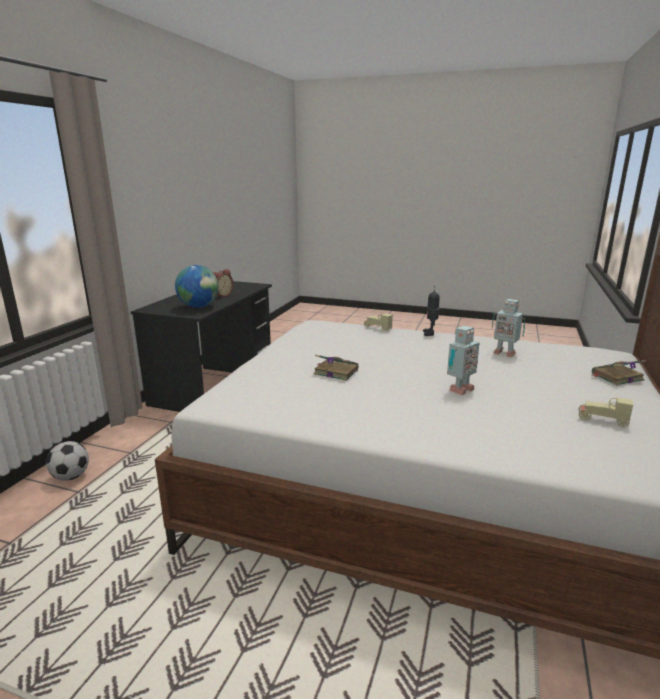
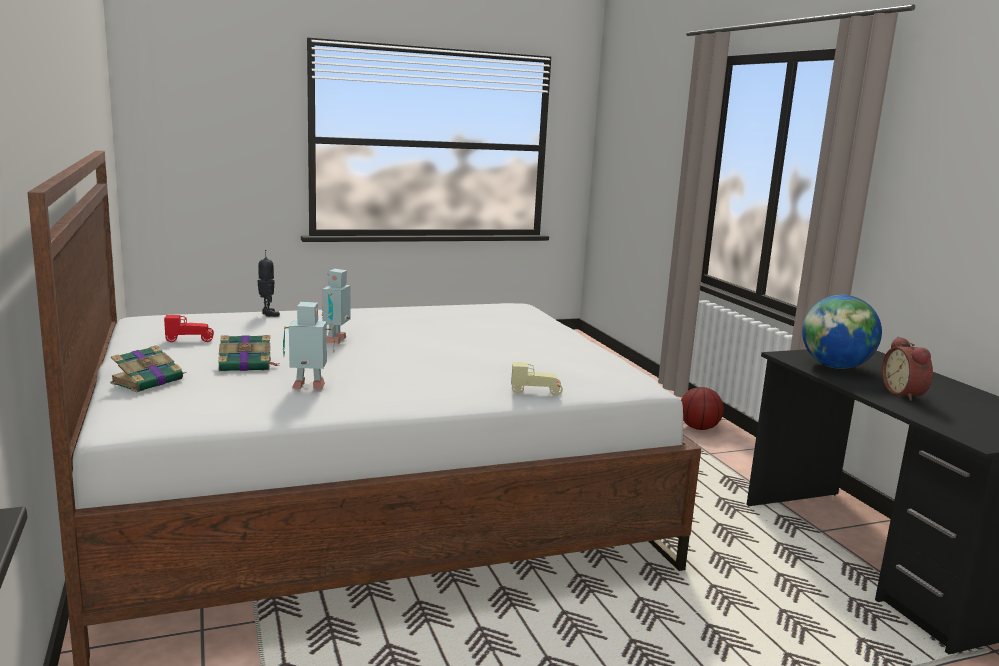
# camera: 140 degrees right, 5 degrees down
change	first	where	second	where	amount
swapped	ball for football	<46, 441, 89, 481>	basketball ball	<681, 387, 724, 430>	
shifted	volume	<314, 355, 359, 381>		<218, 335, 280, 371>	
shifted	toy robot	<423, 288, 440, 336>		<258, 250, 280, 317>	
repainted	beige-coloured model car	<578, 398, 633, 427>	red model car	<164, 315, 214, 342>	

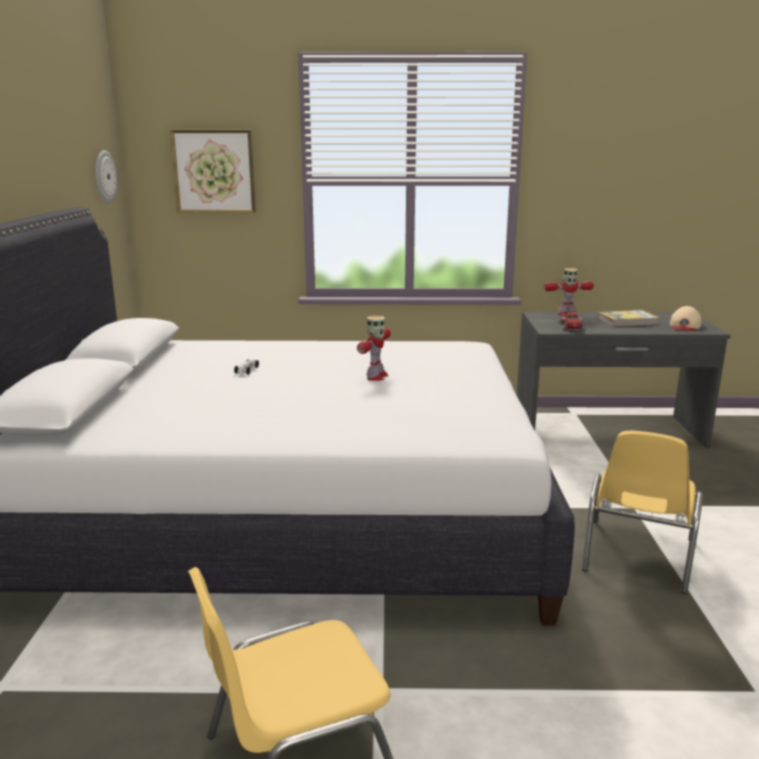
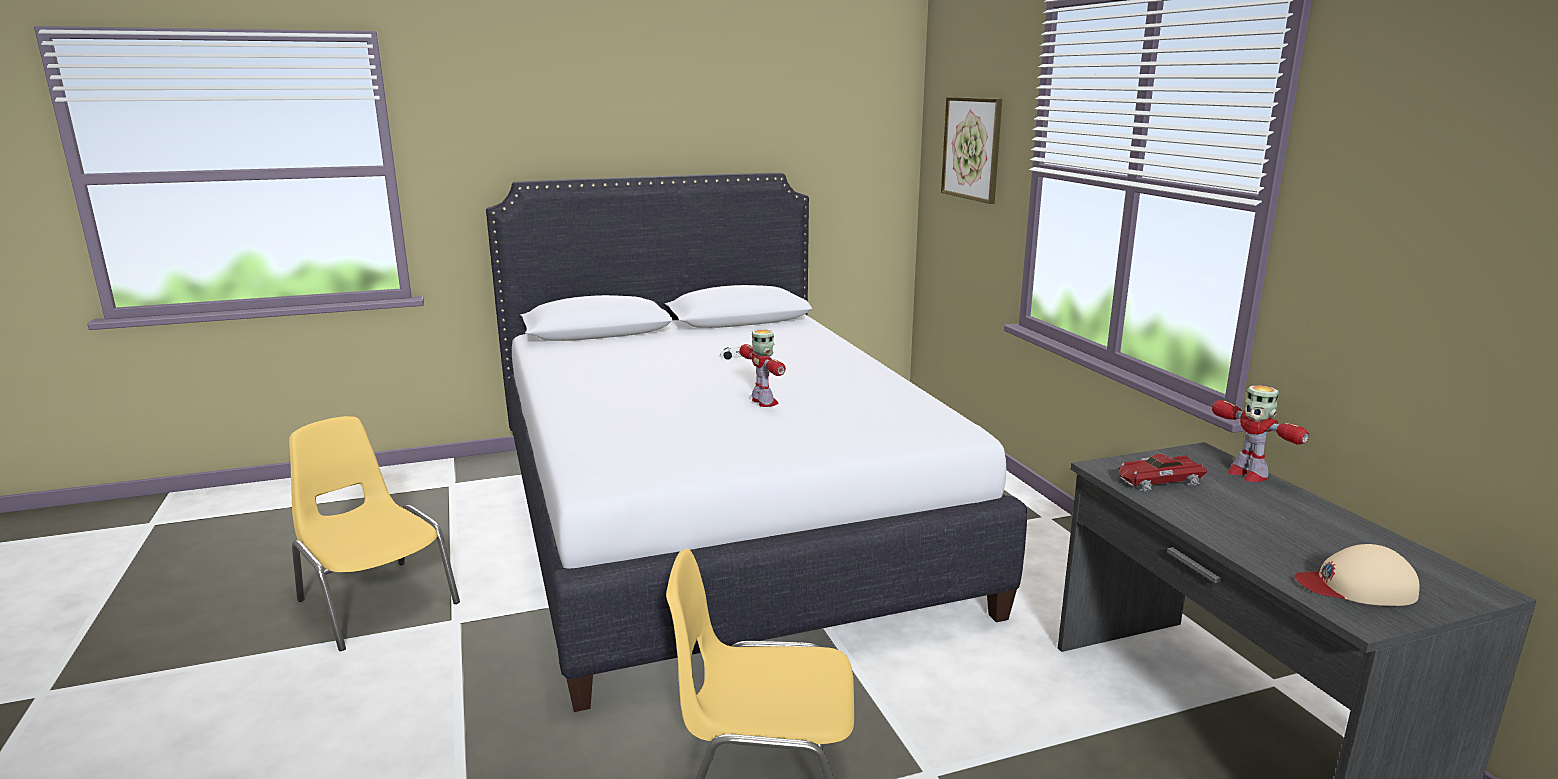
# camera: 70 degrees right, 0 degrees up
change	first	where	second	where	amount
gone	hanging clock	<96, 150, 117, 203>			
rotated	toy robot	<357, 316, 391, 381>		<739, 330, 786, 407>	120 degrees counterclockwise
gone	volume	<598, 310, 660, 326>			

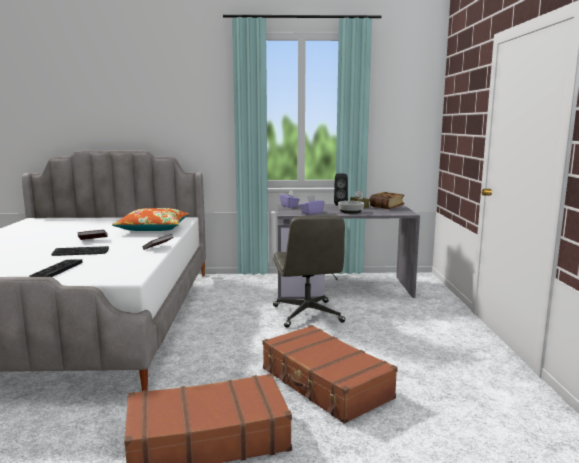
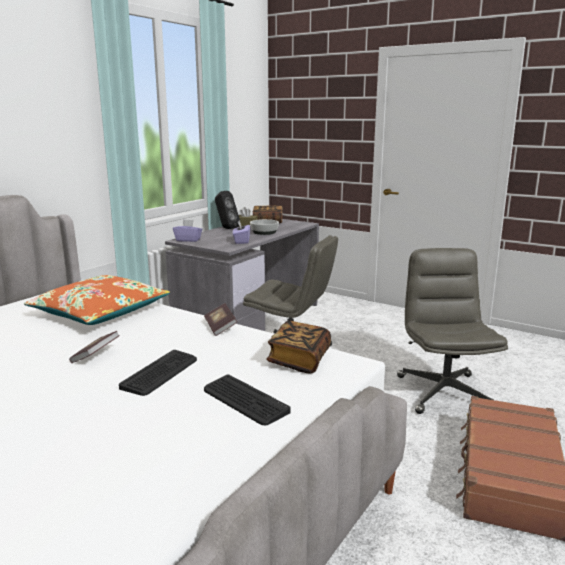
# camera: 55 degrees left, 5 degrees up
change	first	where	second	where	amount
swapped	brownish travel case	<262, 325, 398, 424>	grey computer chair	<397, 248, 508, 414>	
new			volume	<267, 321, 331, 374>	

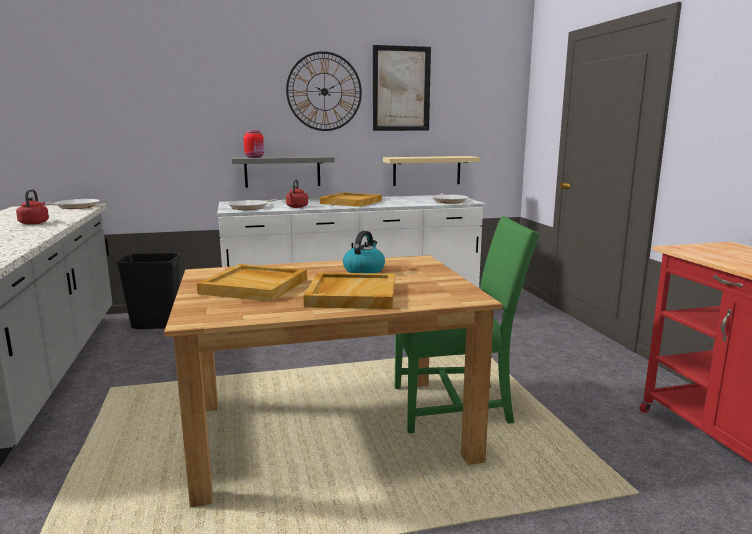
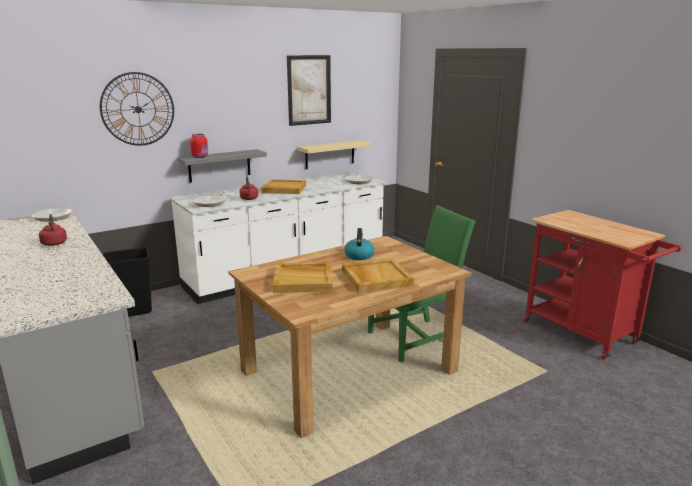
# camera: 20 degrees left, 5 degrees up
change	first	where	second	where	amount
shifted	hanging clock	<286, 51, 362, 131>		<100, 72, 174, 146>	

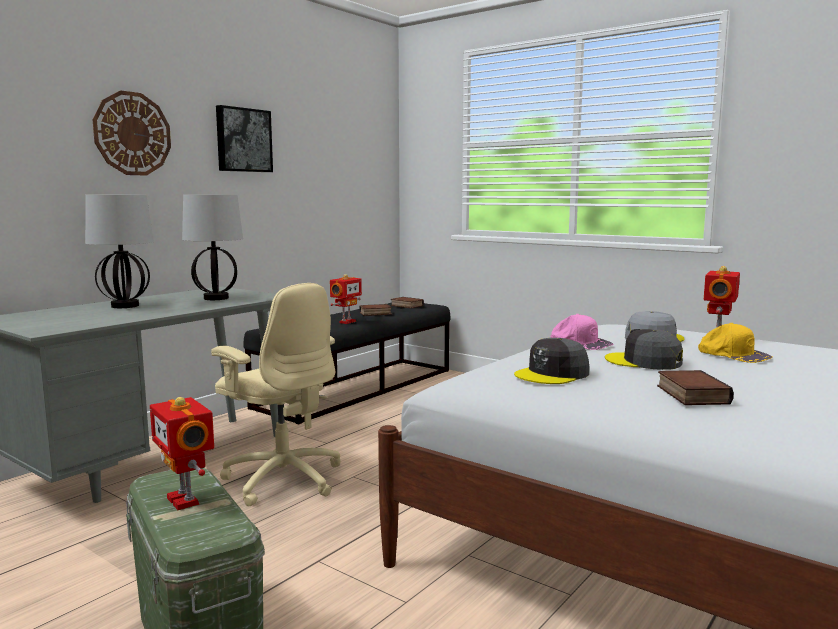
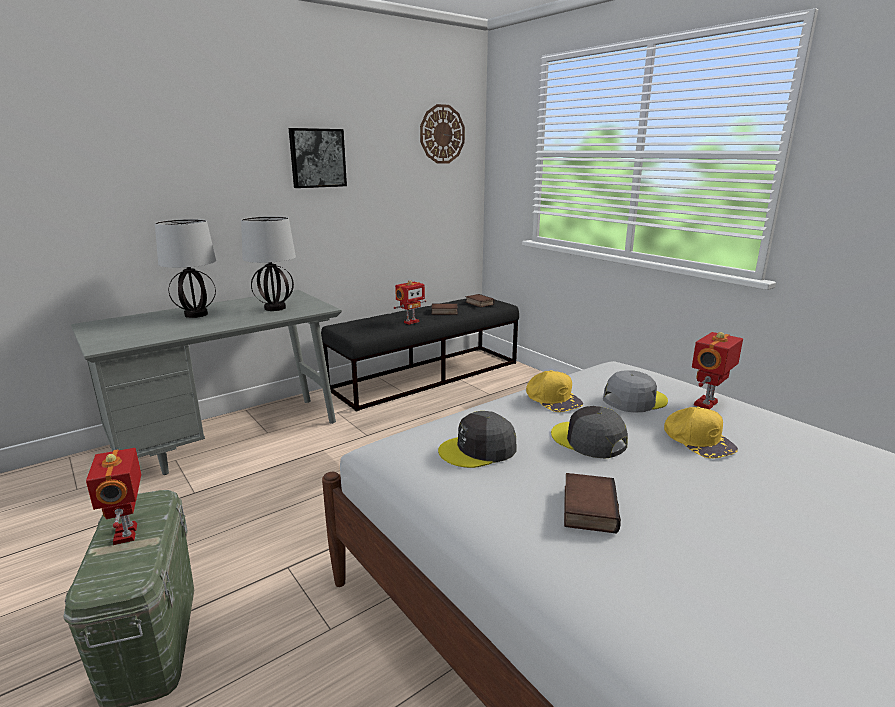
# camera: 15 degrees right, 10 degrees up
change	first	where	second	where	amount
shifted	hanging clock	<93, 90, 171, 175>		<420, 104, 465, 164>	
gone	beige-coloured computer chair	<211, 283, 341, 506>			
repainted	pink-coloured peaked cap	<550, 314, 613, 350>	yellowish peaked cap	<526, 370, 583, 412>	

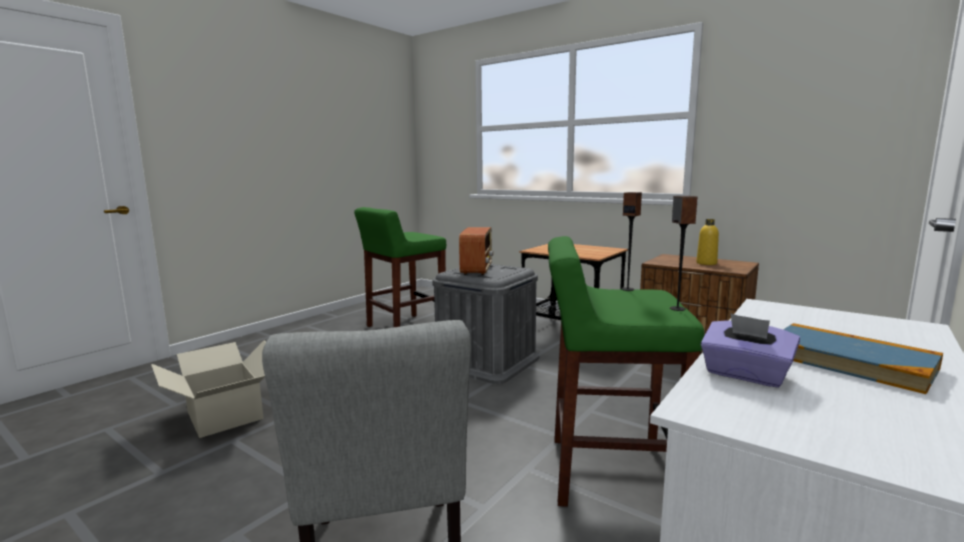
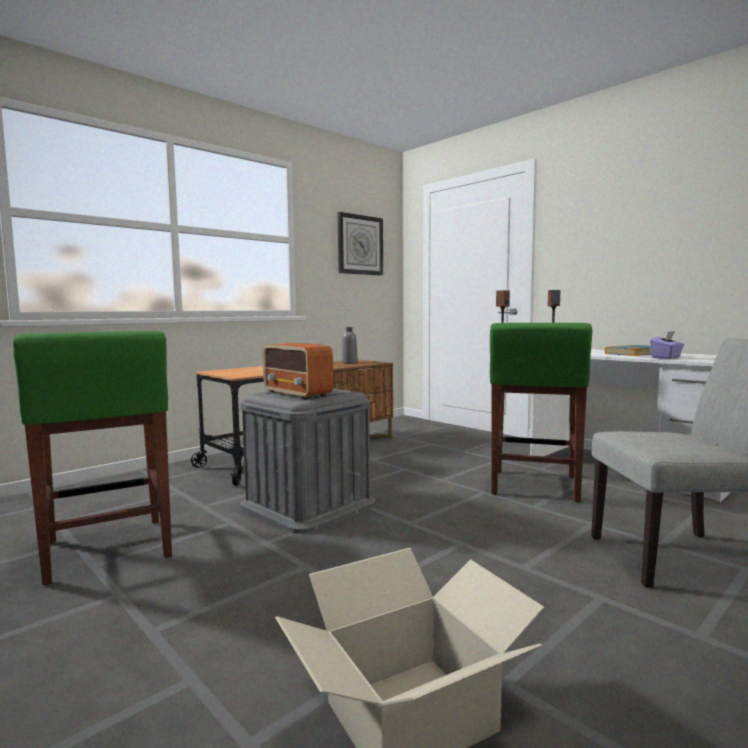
# camera: 80 degrees left, 5 degrees down
change	first	where	second	where	amount
rotated	radio set	<459, 227, 493, 275>		<262, 343, 333, 399>	150 degrees counterclockwise
repainted	yellowish bottle	<696, 219, 719, 265>	grey bottle	<342, 327, 358, 364>	
new			hanging clock	<338, 212, 383, 275>	

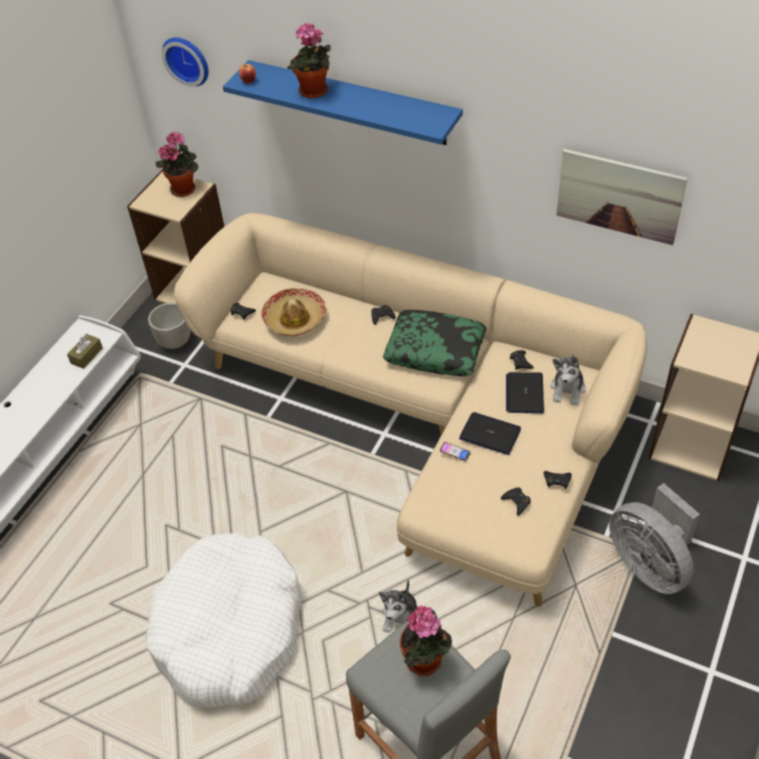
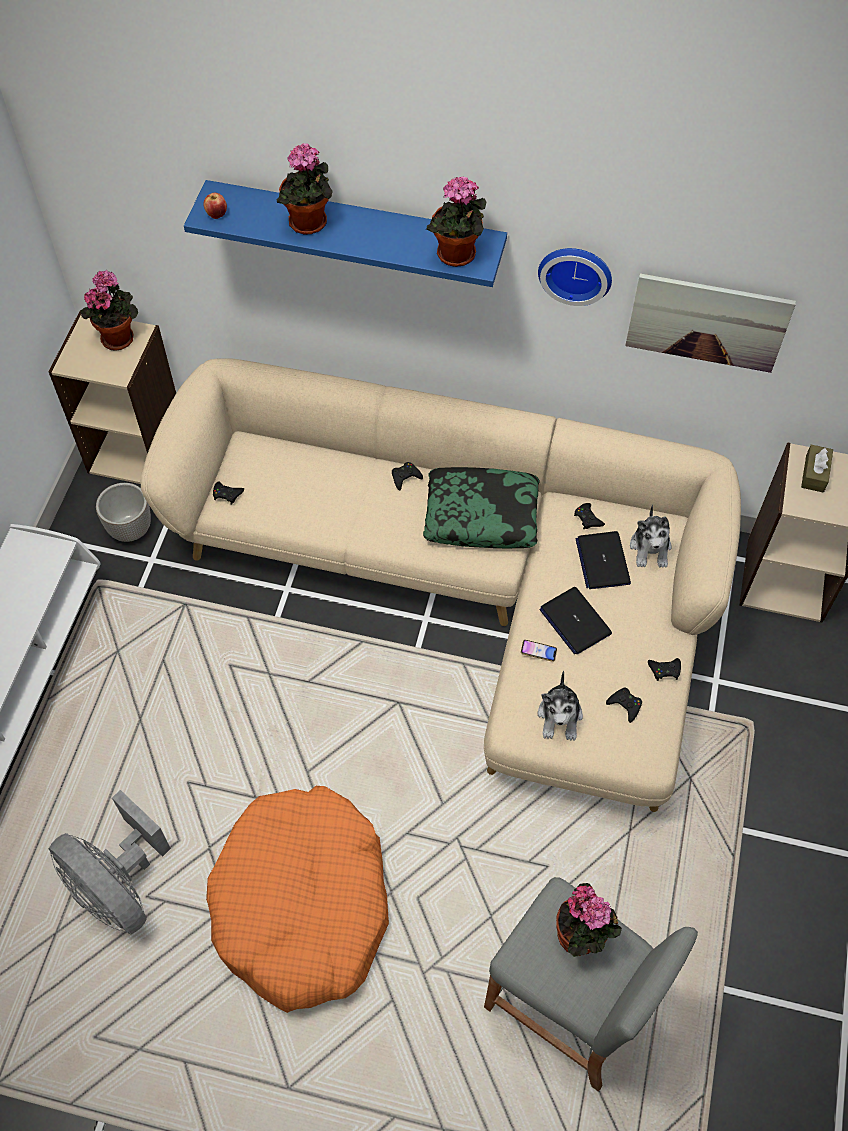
# camera: 15 degrees left, 10 degrees up
change	first	where	second	where	amount
shifted	brownish tissue holder	<67, 334, 103, 369>		<801, 445, 833, 493>	
repainted	white-coloured pet bed	<146, 533, 302, 708>	orange-coloured pet bed	<206, 786, 389, 1013>	
shifted	hanging clock	<162, 37, 209, 87>		<538, 248, 612, 306>	
gone	wearable hat	<262, 288, 326, 336>			
shifted	soft toy	<379, 579, 418, 633>		<538, 671, 583, 740>	
rotated	laptop	<459, 412, 521, 455>		<539, 587, 612, 654>	135 degrees counterclockwise
shifted	grey electric fan	<609, 483, 700, 594>		<49, 790, 171, 934>	
new			houseplant	<426, 176, 486, 267>	

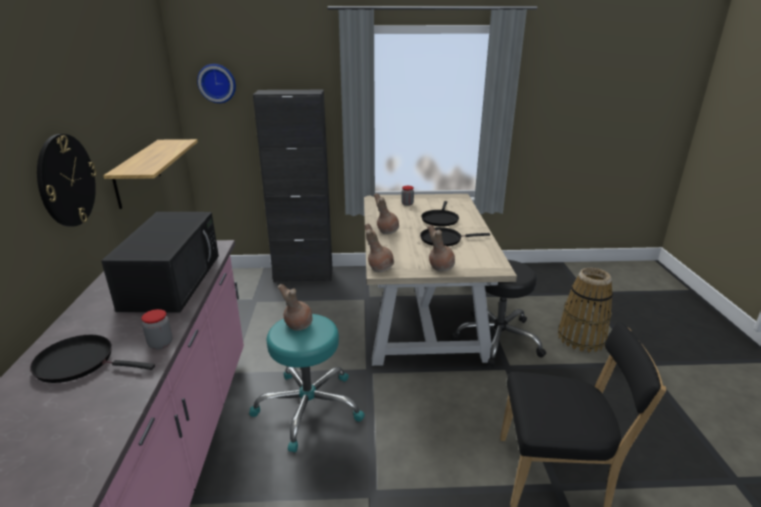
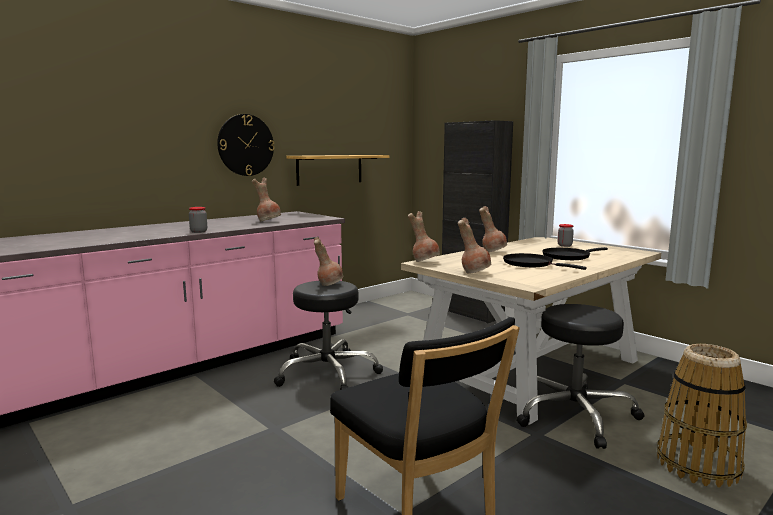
# camera: 50 degrees right, 15 degrees down
change	first	where	second	where	amount
gone	blackish skillet	<30, 335, 155, 383>			
swapped	blackish microwave oven	<101, 212, 219, 313>	brownish vase	<252, 178, 281, 221>	
gone	hanging clock	<197, 64, 236, 103>			
repainted	turquoise sitting stool	<249, 314, 365, 452>	blackish sitting stool	<274, 281, 383, 390>	

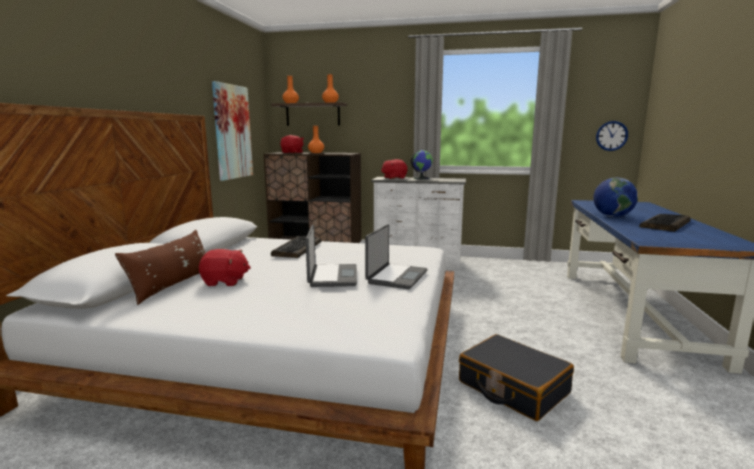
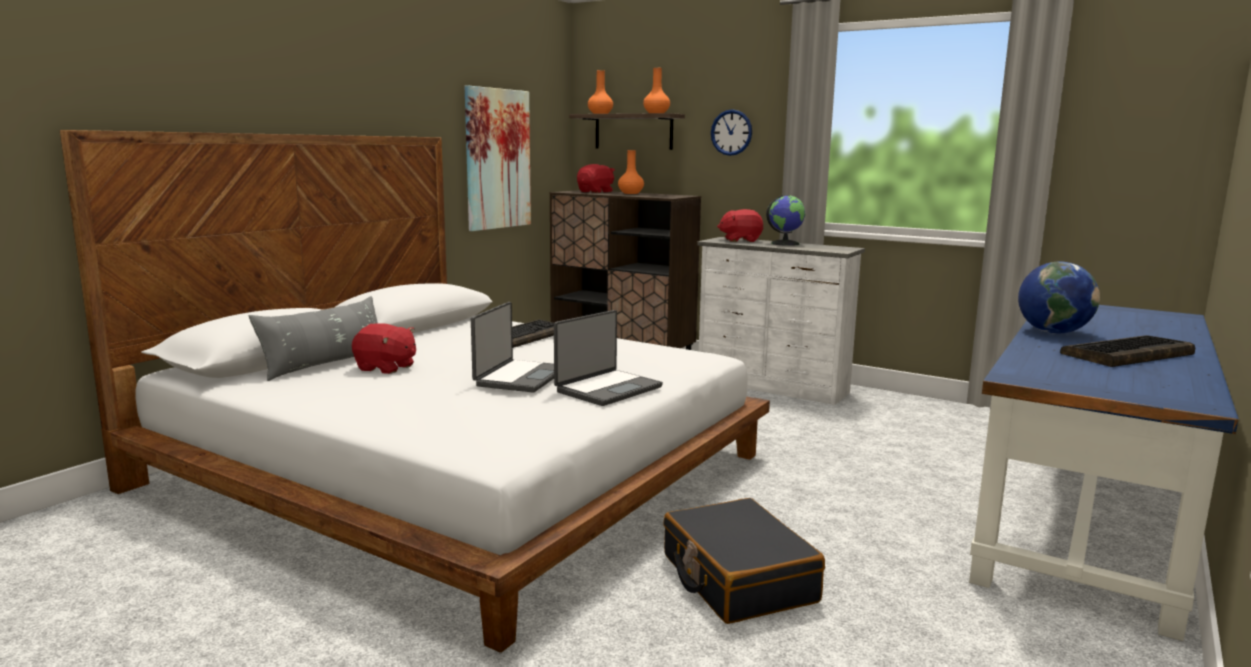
# camera: 20 degrees right, 0 degrees up
change	first	where	second	where	amount
repainted	brownish throw pillow	<115, 230, 206, 305>	grey throw pillow	<249, 296, 378, 381>	
shifted	hanging clock	<596, 121, 628, 151>		<711, 109, 752, 156>	

